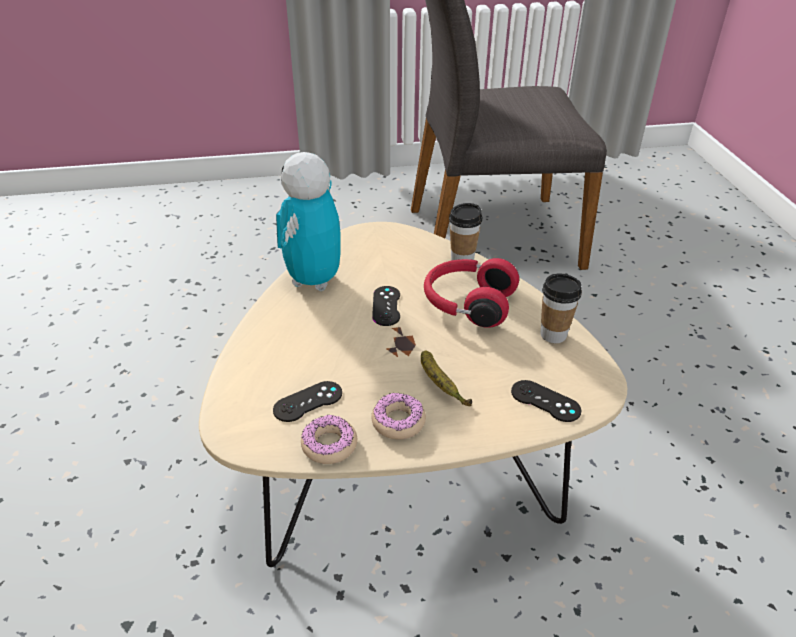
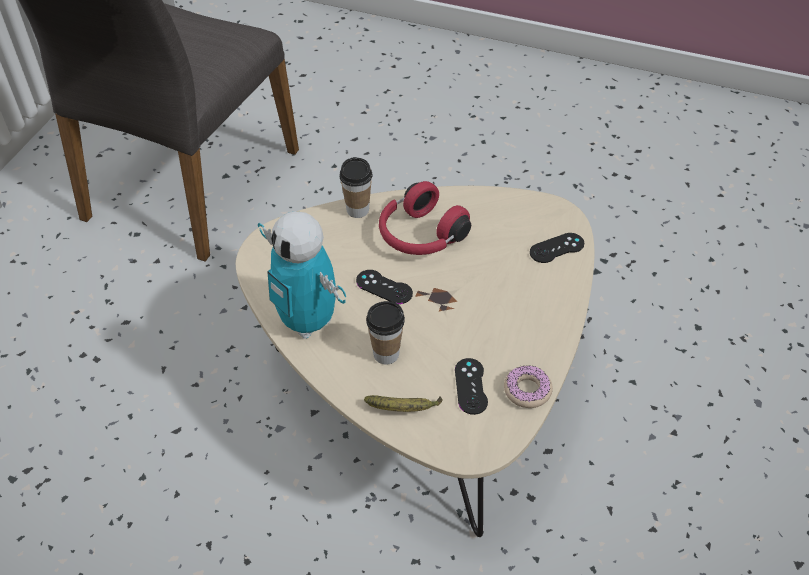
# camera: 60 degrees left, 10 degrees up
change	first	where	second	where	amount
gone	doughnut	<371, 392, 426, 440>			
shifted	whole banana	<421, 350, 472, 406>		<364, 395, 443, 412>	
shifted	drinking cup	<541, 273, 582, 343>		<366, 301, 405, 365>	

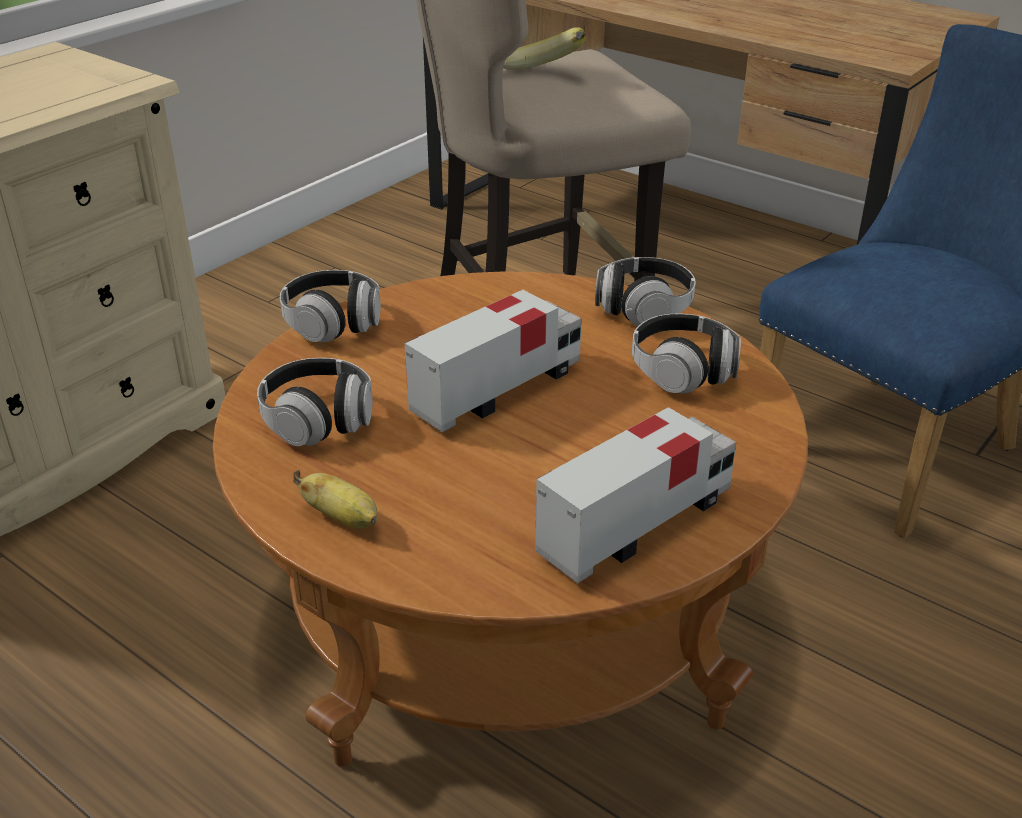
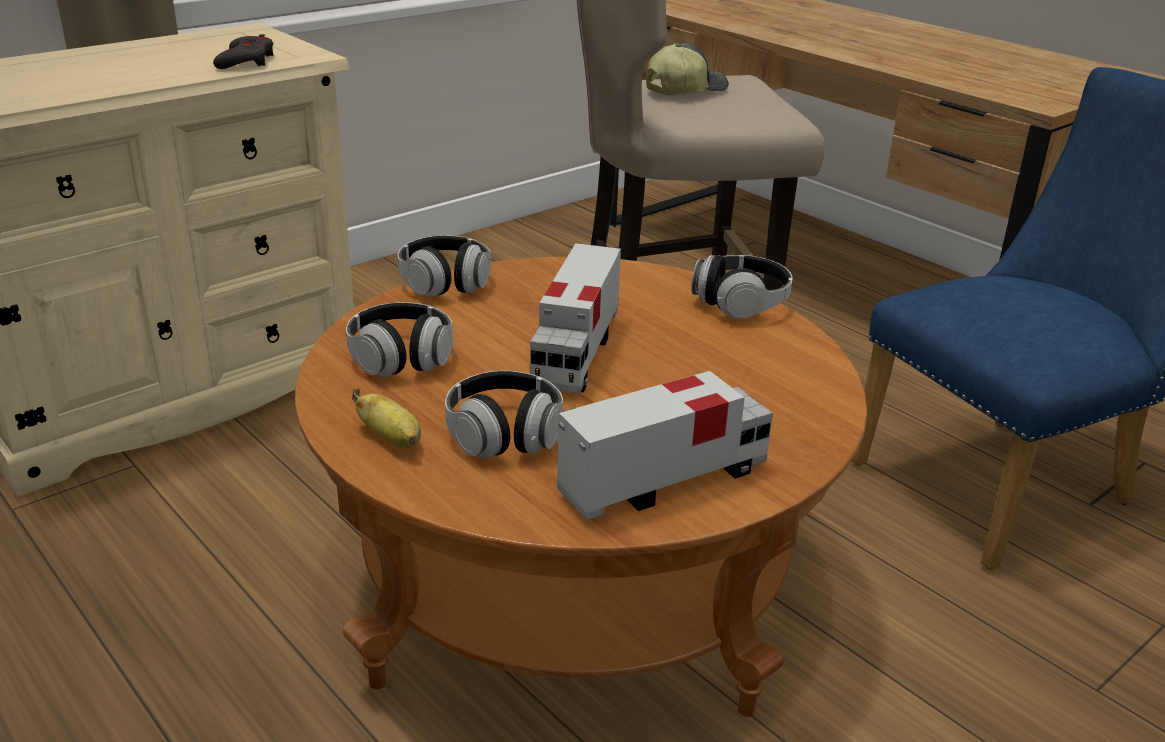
# camera: 10 degrees right, 5 degrees down
change	first	where	second	where	amount
rotated	toy truck	<405, 290, 582, 432>		<530, 243, 621, 394>	135 degrees clockwise
swapped	whole banana	<503, 27, 586, 70>	peaked cap	<646, 43, 729, 96>	
shifted	pair of headphones	<632, 314, 741, 394>		<445, 371, 563, 458>	
new			grey game controller	<213, 34, 274, 69>	

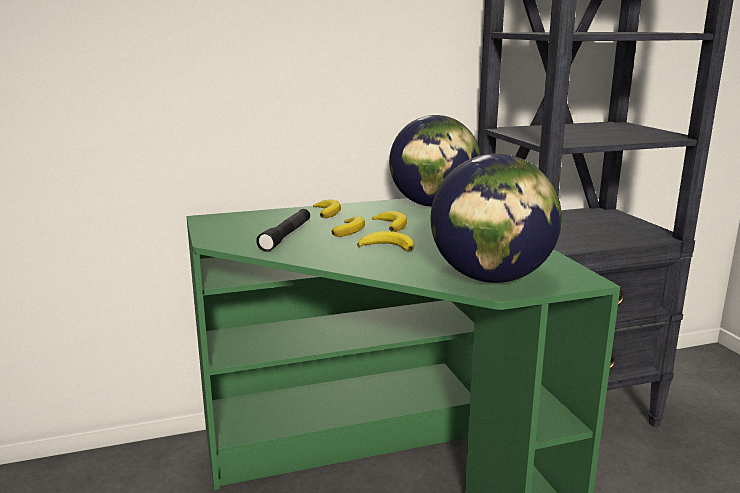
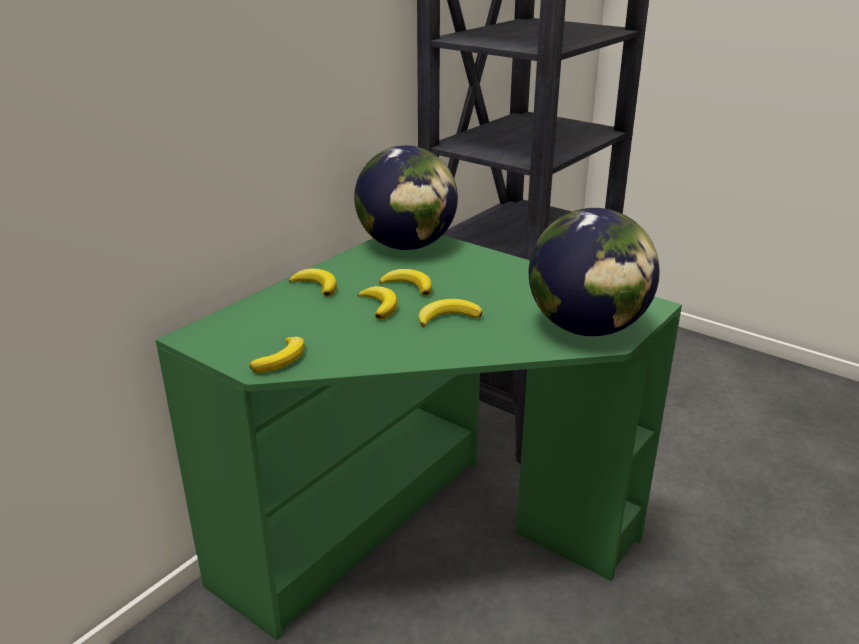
# camera: 35 degrees left, 10 degrees up
change	first	where	second	where	amount
gone	blackish torch	<256, 209, 310, 252>			
new			whole banana	<249, 337, 305, 373>	

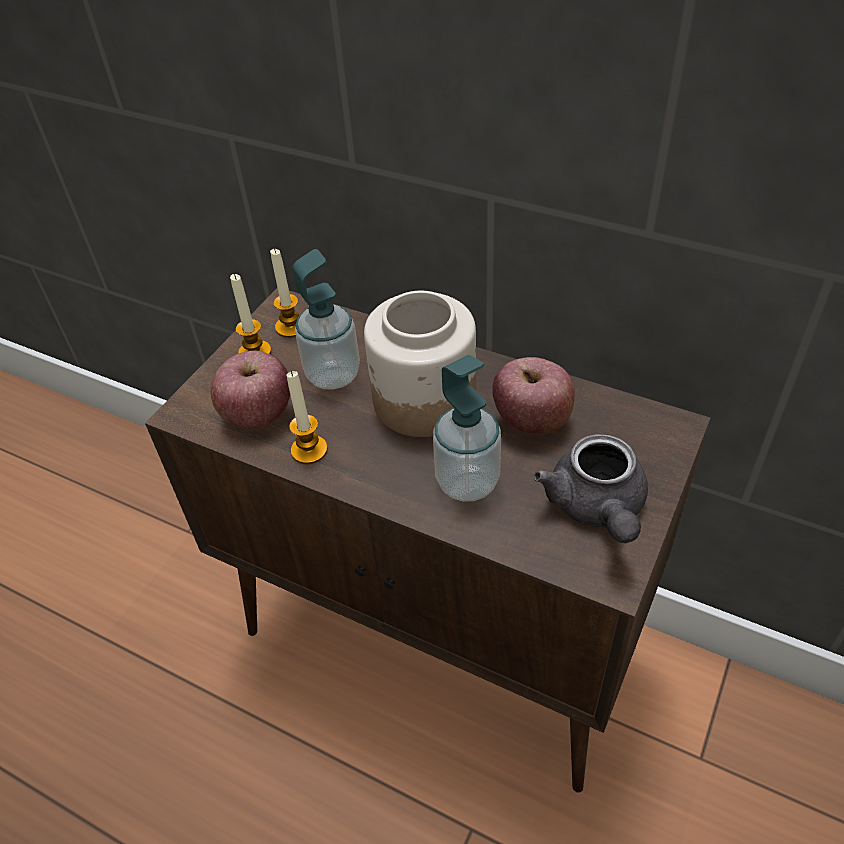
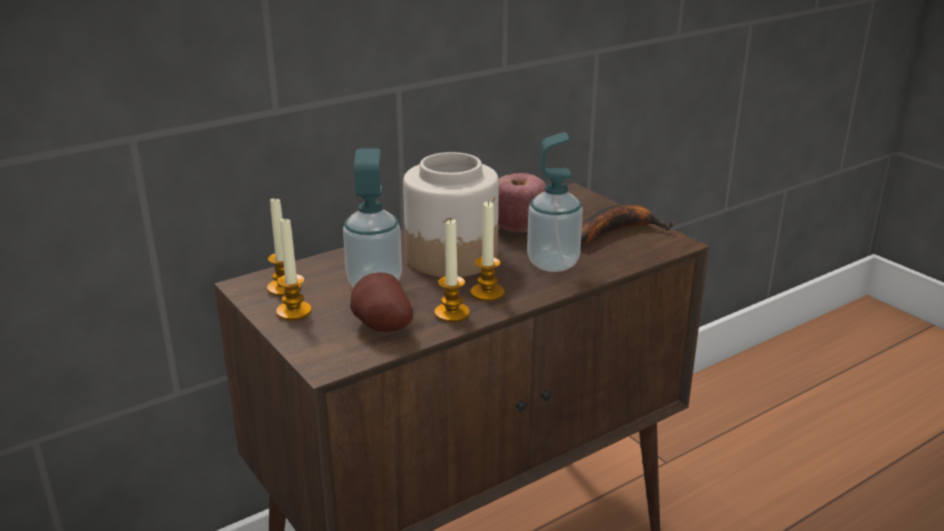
# camera: 65 degrees left, 20 degrees down
change	first	where	second	where	amount
swapped	apple	<211, 351, 290, 430>	potato	<350, 272, 413, 332>	
swapped	grey pot for tea	<534, 434, 648, 543>	whole banana	<581, 204, 673, 244>	
new			wax candle	<471, 200, 504, 301>	

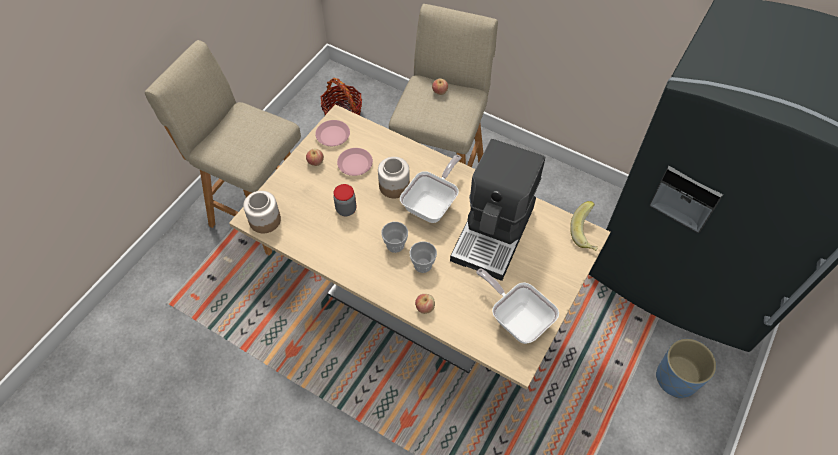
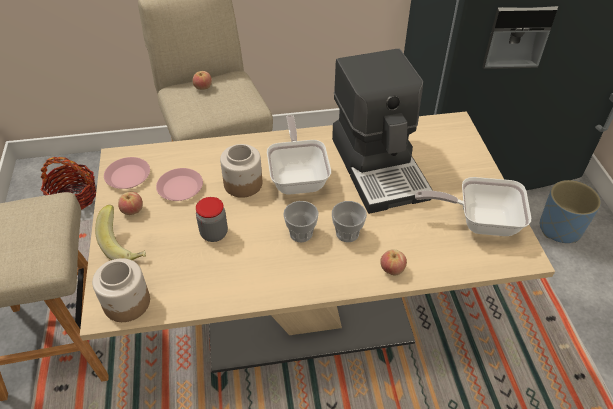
# camera: 40 degrees left, 10 degrees down
change	first	where	second	where	amount
shifted	whole banana	<570, 201, 598, 251>		<95, 205, 146, 261>	

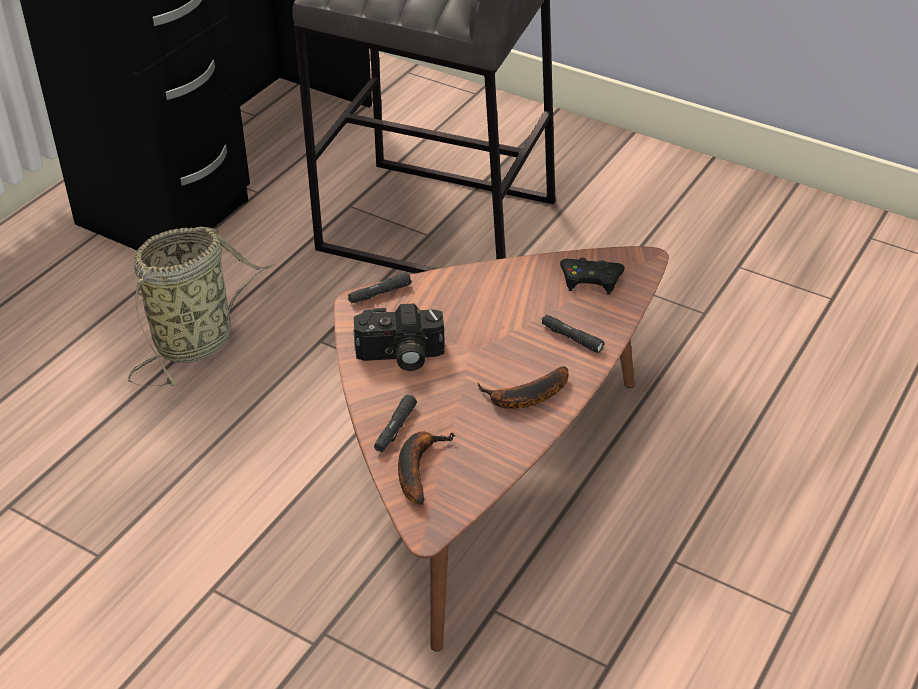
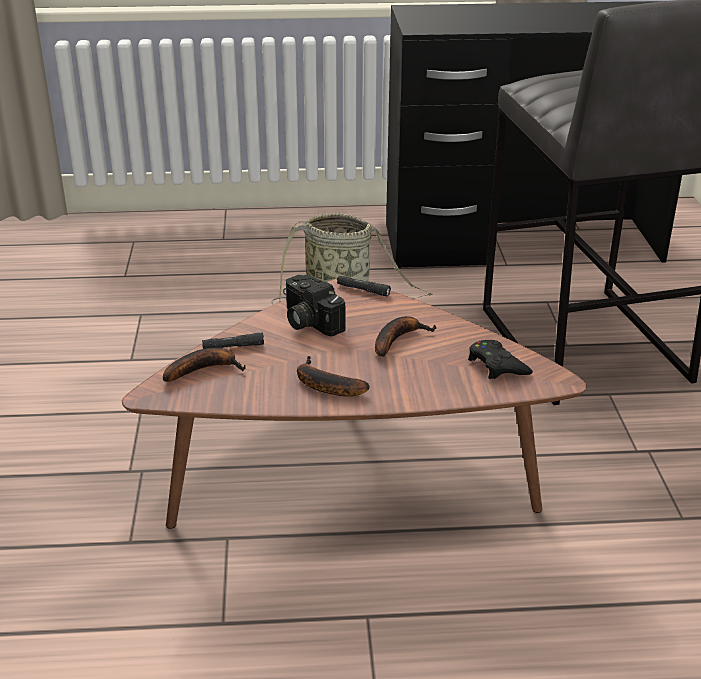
# camera: 55 degrees right, 10 degrees down
change	first	where	second	where	amount
gone	blackish torch	<542, 315, 605, 353>			
new			whole banana	<375, 316, 437, 357>	

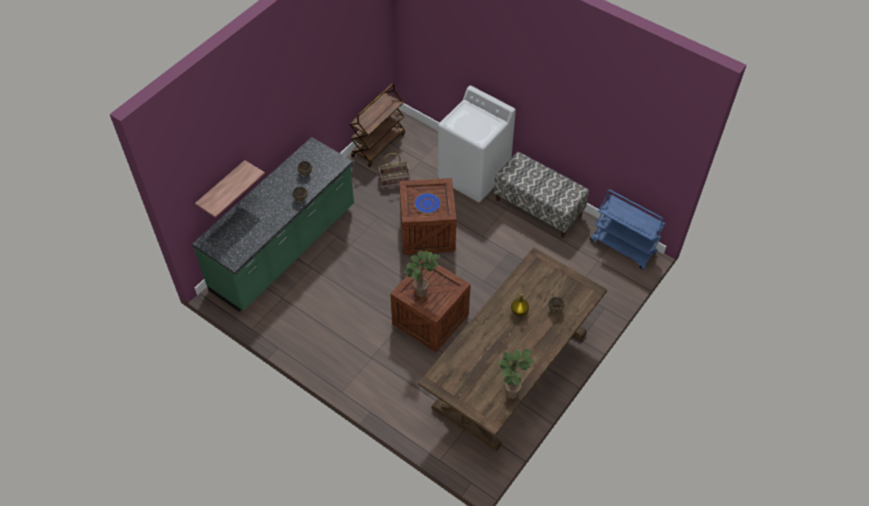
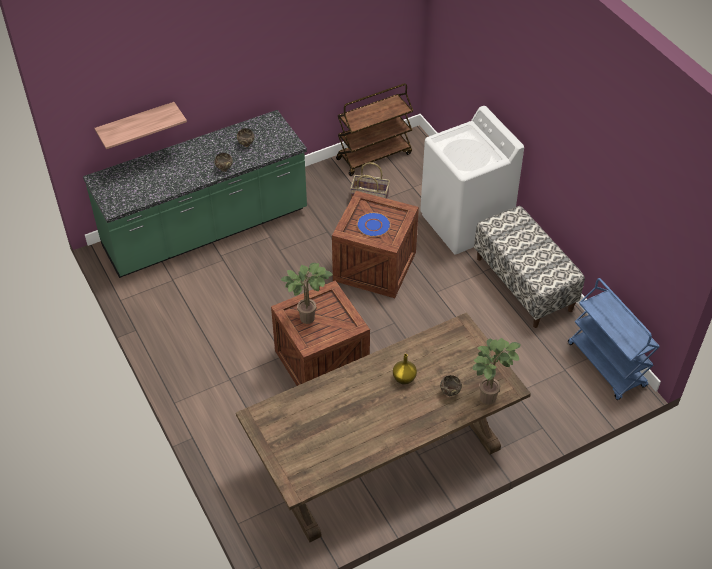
# camera: 25 degrees right, 5 degrees down
change	first	where	second	where	amount
shifted	houseplant	<498, 349, 534, 399>		<472, 338, 521, 405>	

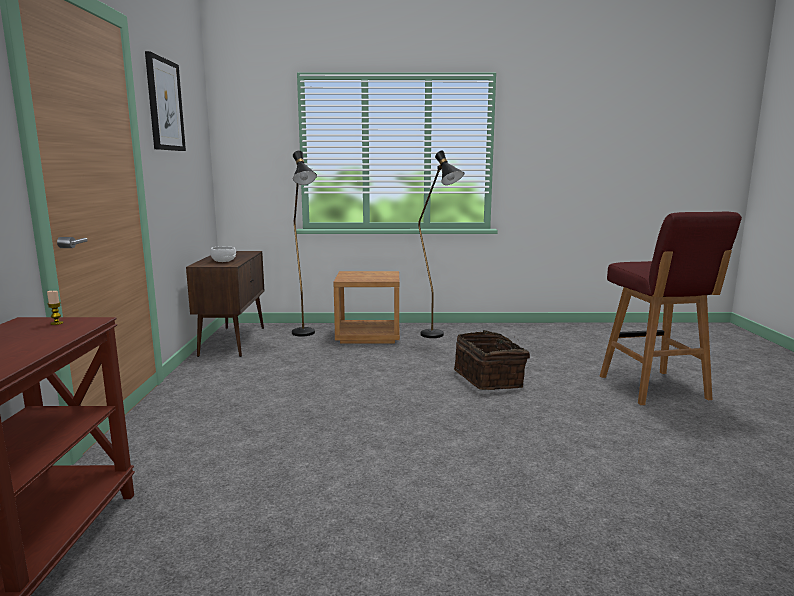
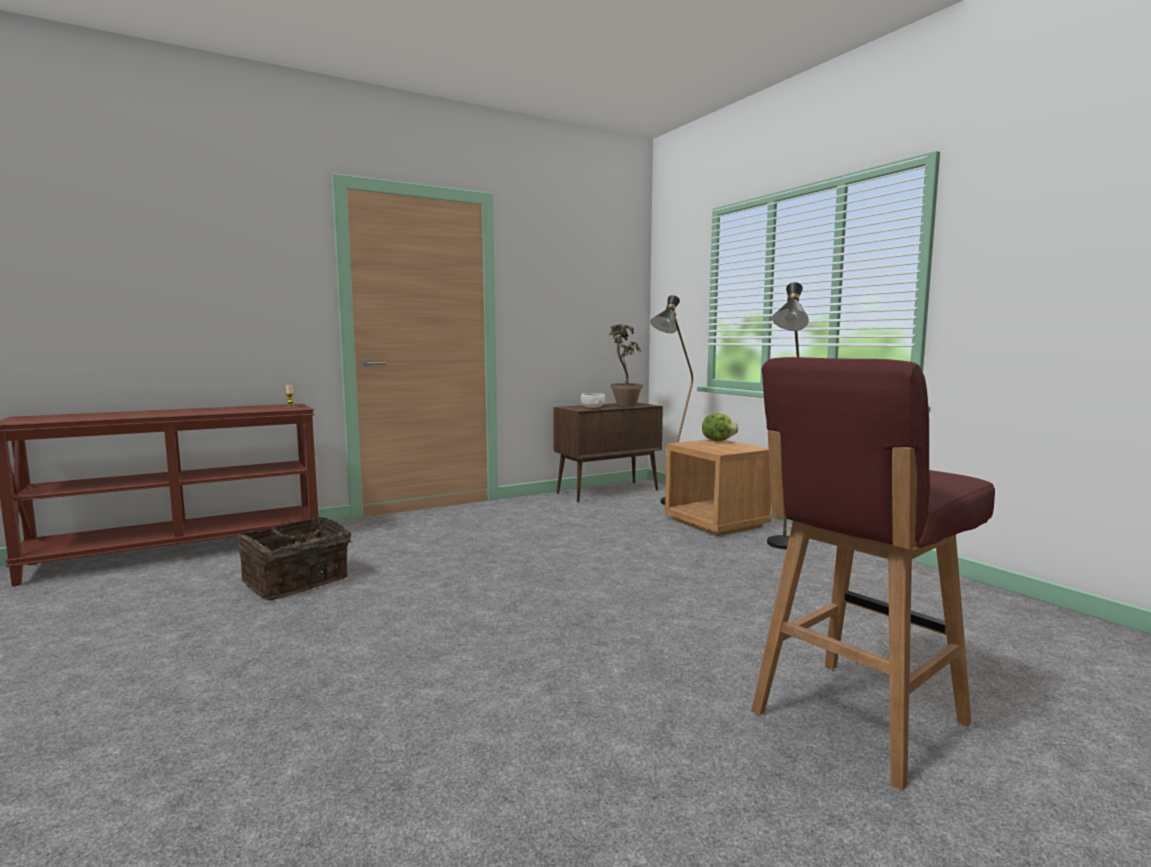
# camera: 60 degrees right, 5 degrees down
change	first	where	second	where	amount
gone	wall art	<145, 51, 186, 151>			
shifted	household basket	<454, 330, 530, 390>		<238, 516, 353, 601>	
new			houseplant	<609, 325, 643, 406>	
new			lettuce head	<702, 413, 739, 441>	

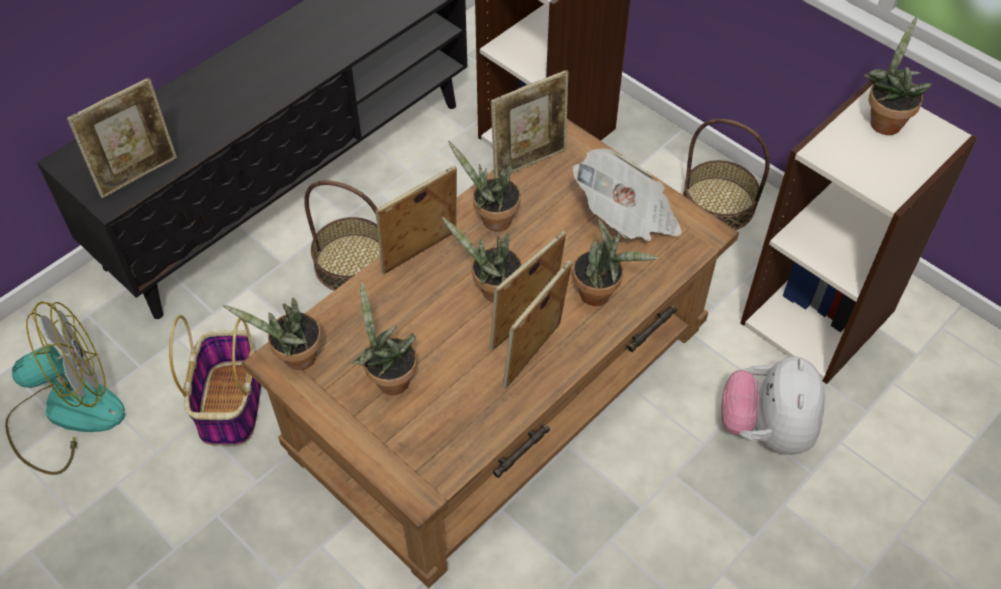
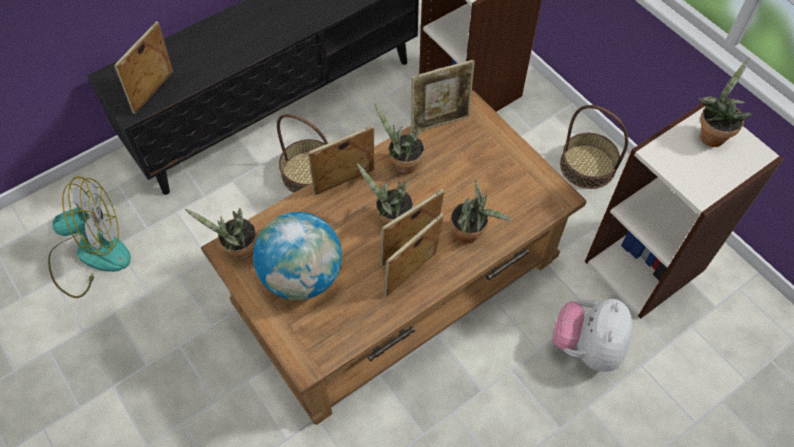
# camera: 10 degrees right, 5 degrees up
change	first	where	second	where	amount
rotated	photo frame	<67, 78, 177, 199>		<114, 21, 173, 114>	150 degrees clockwise
gone	household basket	<169, 315, 261, 446>			
swapped	houseplant	<351, 282, 417, 395>	desk globe	<253, 212, 342, 300>	
gone	daily paper	<573, 148, 682, 241>			

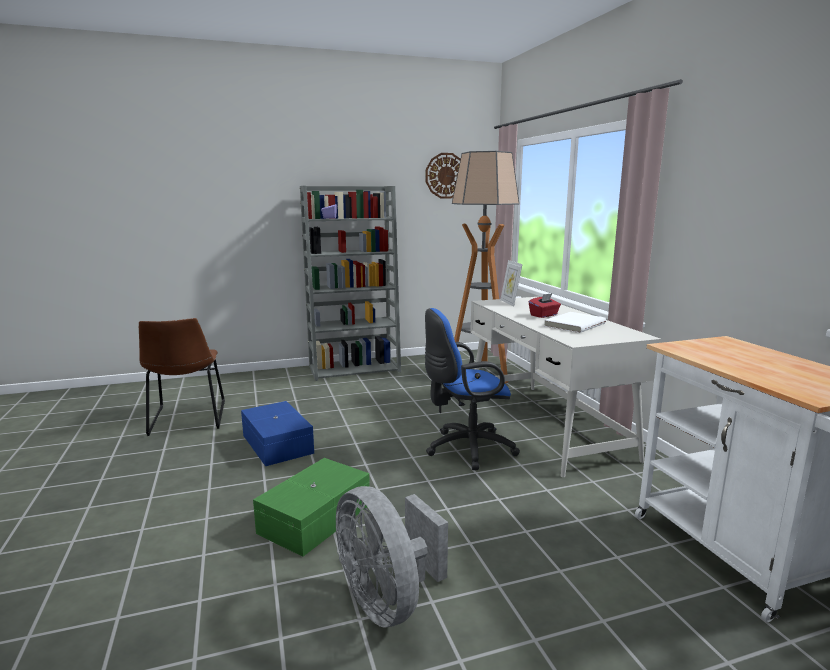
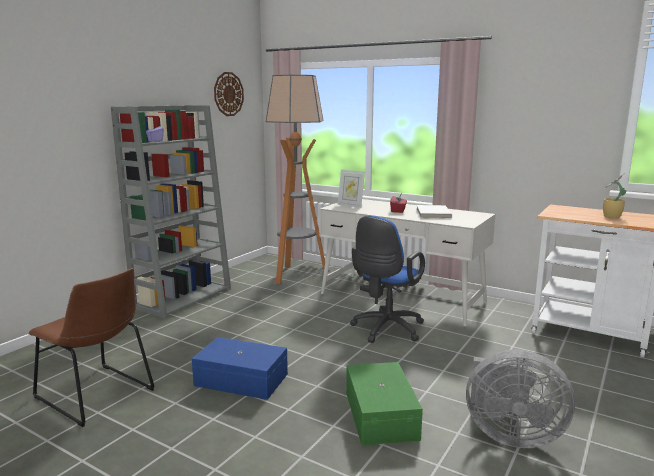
# camera: 40 degrees left, 0 degrees up
change	first	where	second	where	amount
new			houseplant	<603, 173, 626, 219>	

